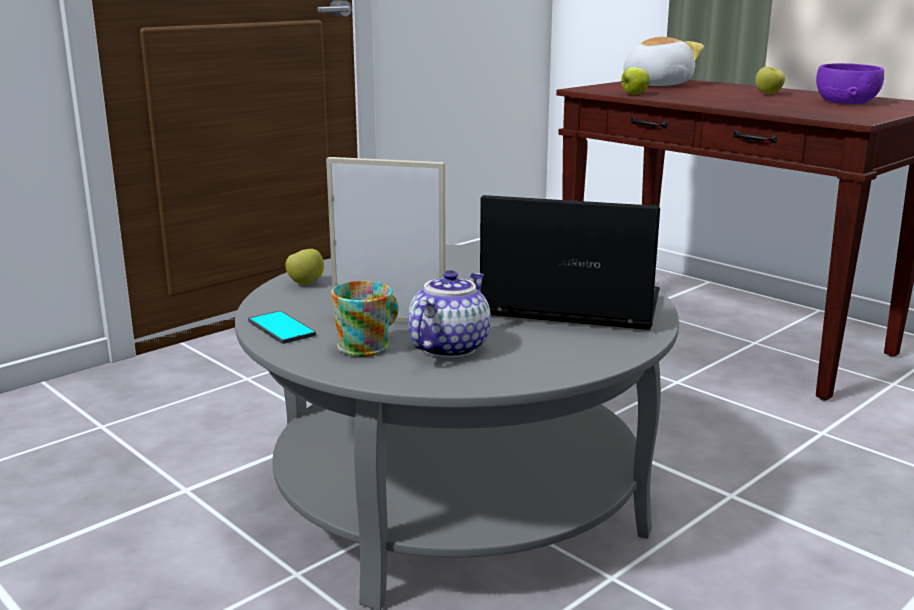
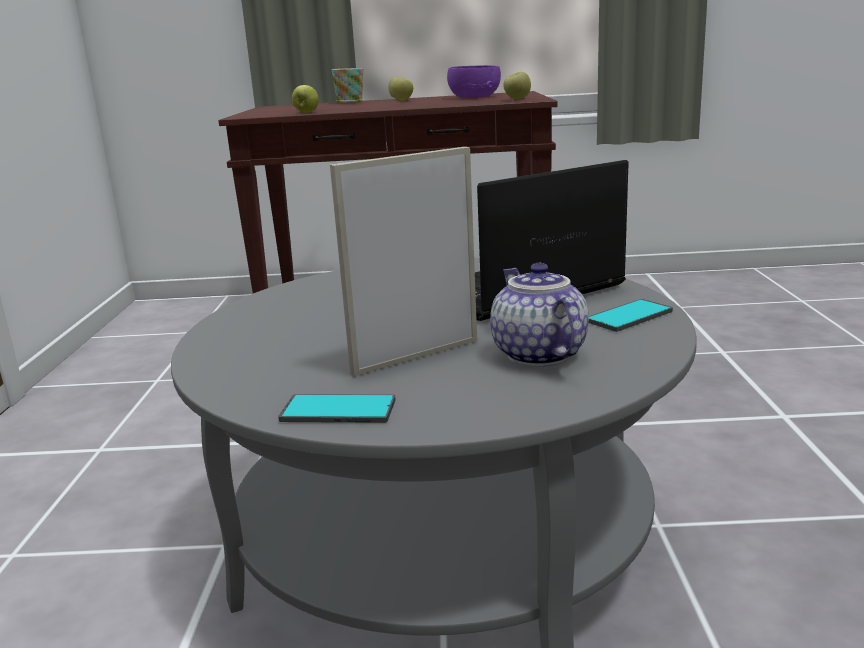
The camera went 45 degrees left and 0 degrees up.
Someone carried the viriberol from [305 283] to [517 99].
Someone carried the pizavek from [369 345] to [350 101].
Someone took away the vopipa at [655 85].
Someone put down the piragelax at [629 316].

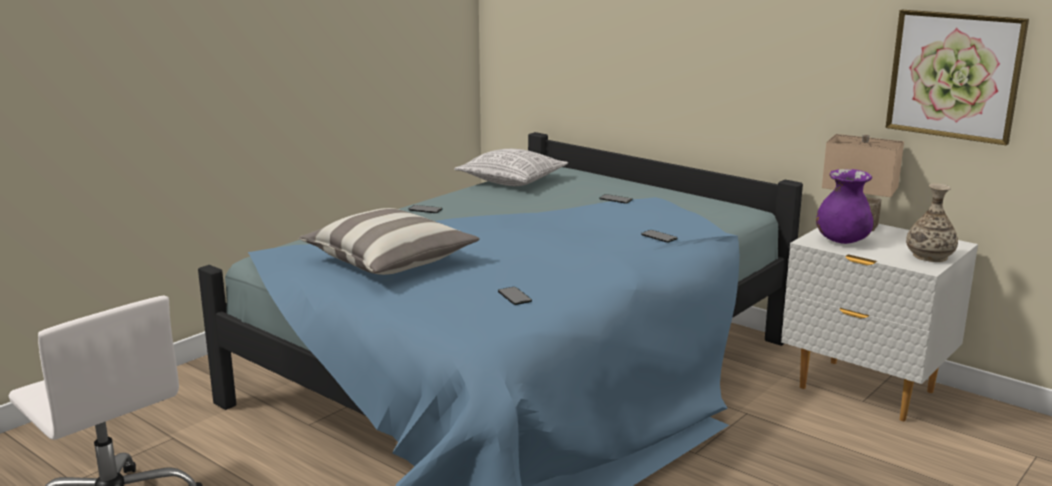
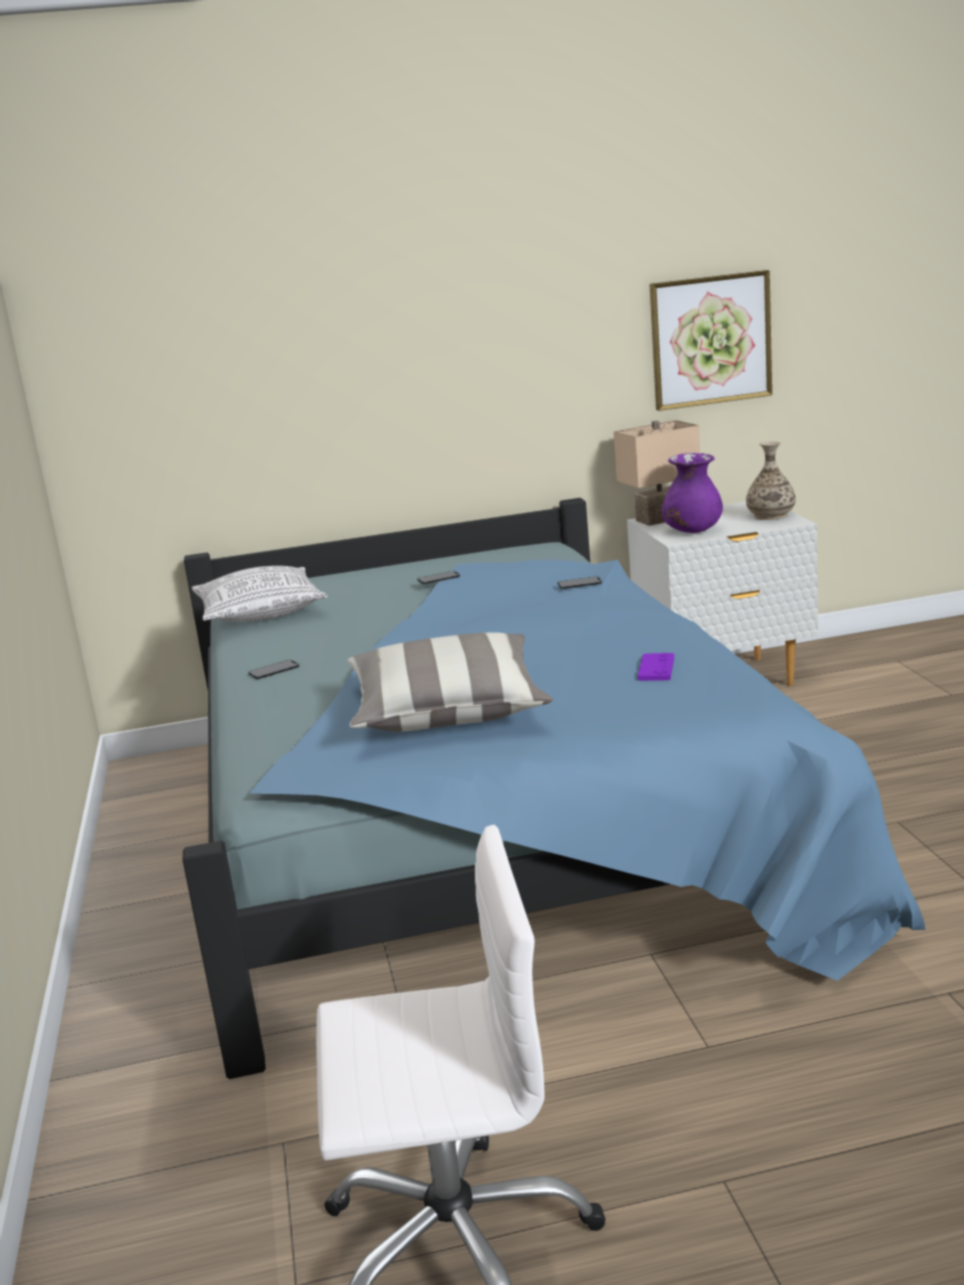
The camera went 50 degrees left and 0 degrees up.
Someone swapped the piragelax at [514 296] for the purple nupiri at [656 668].

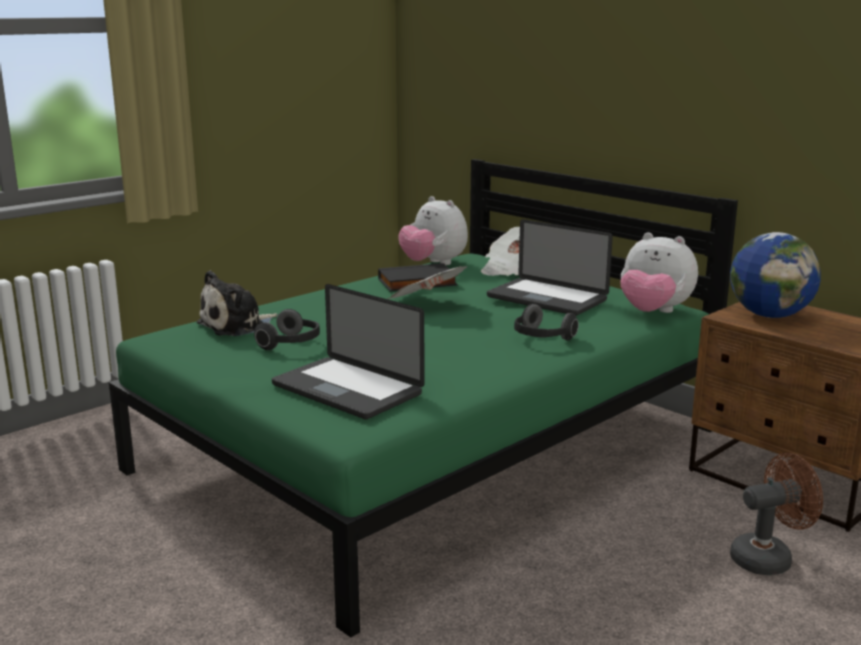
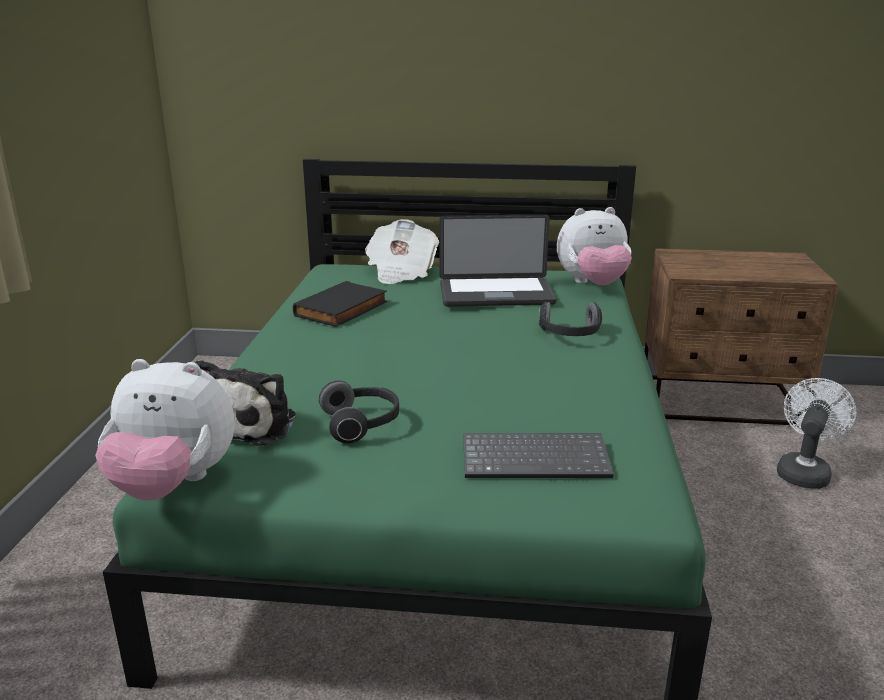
The camera went 40 degrees left and 5 degrees up.
Someone swapped the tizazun at [346 390] for the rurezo at [537 458].
Someone took away the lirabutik at [426 303].
Someone carried the vopipa from [433 264] to [174 485].
Someone took away the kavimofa at [769 315].
Someone repainted the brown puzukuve at [768 558], which became the white puzukuve at [804 471].

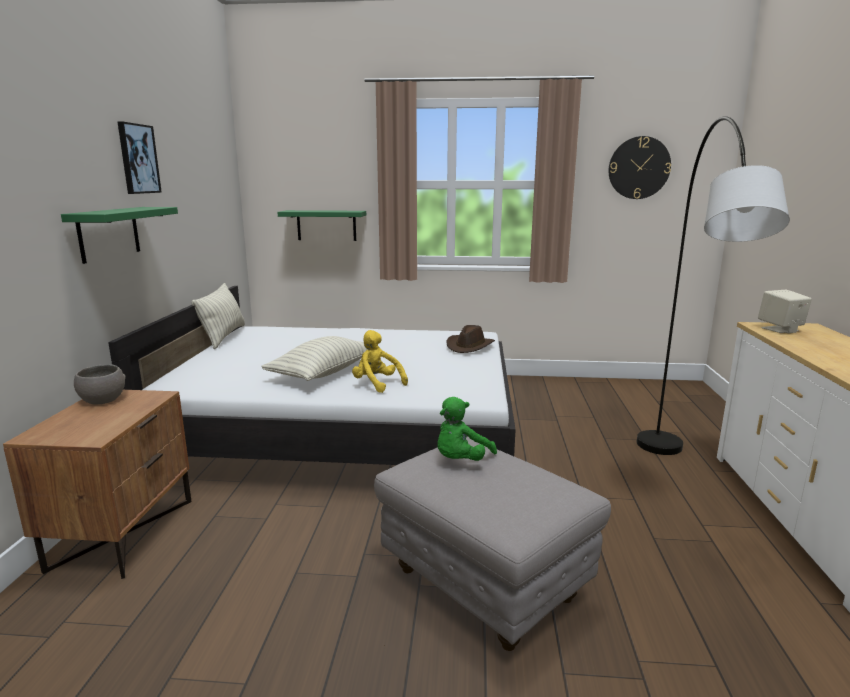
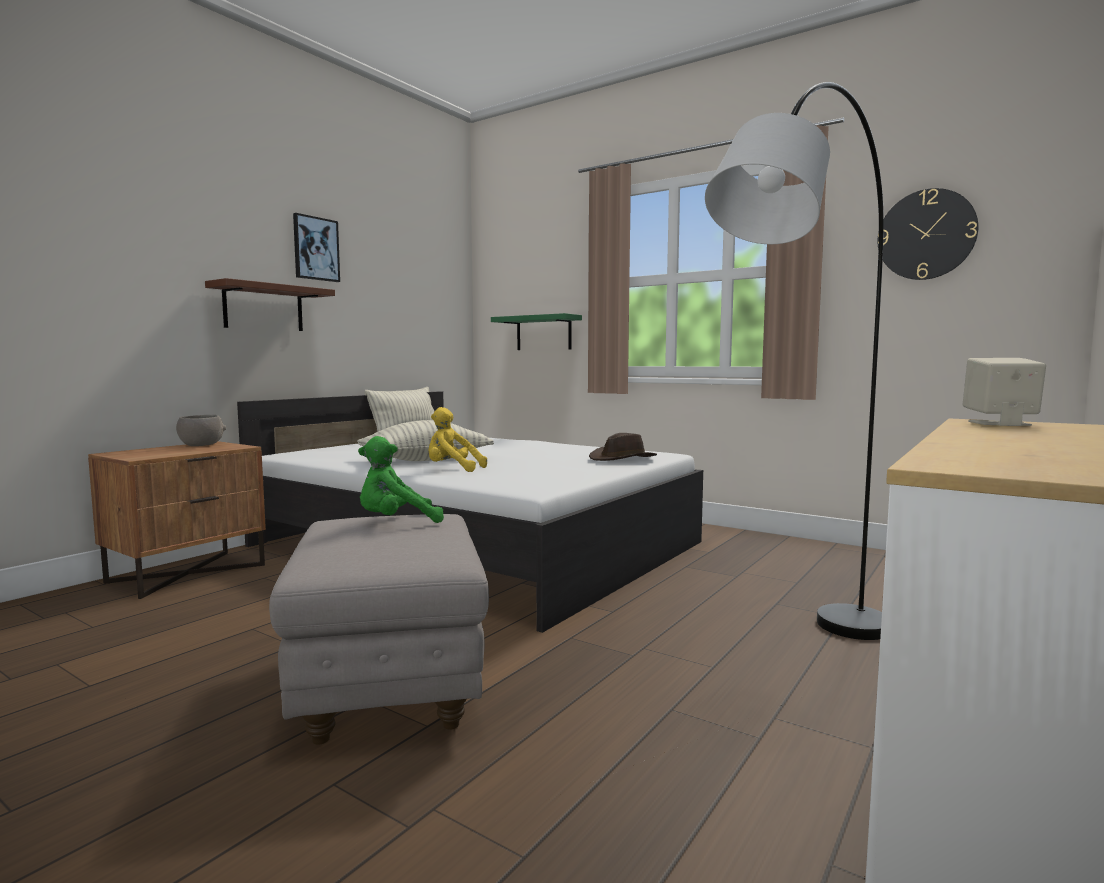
The camera went 30 degrees right and 10 degrees down.
Someone repainted the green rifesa at [109 233], which became the brown rifesa at [263 308].
Someone rotated the yellow vopipa at [377 384] by 60 degrees counterclockwise.

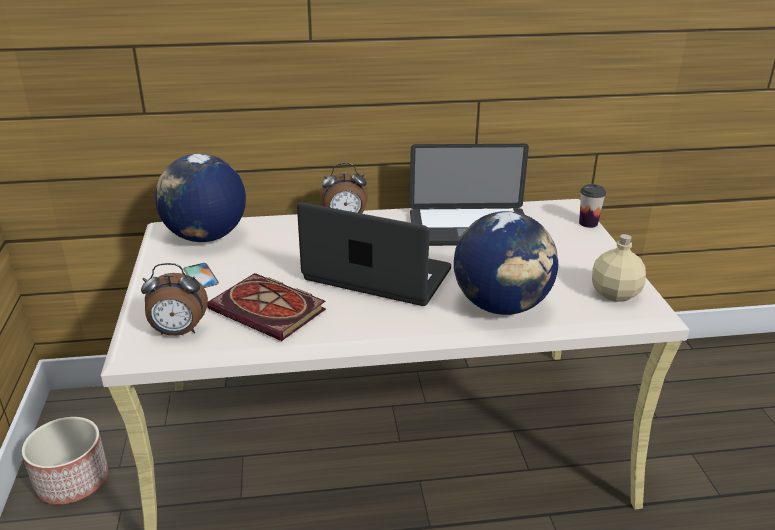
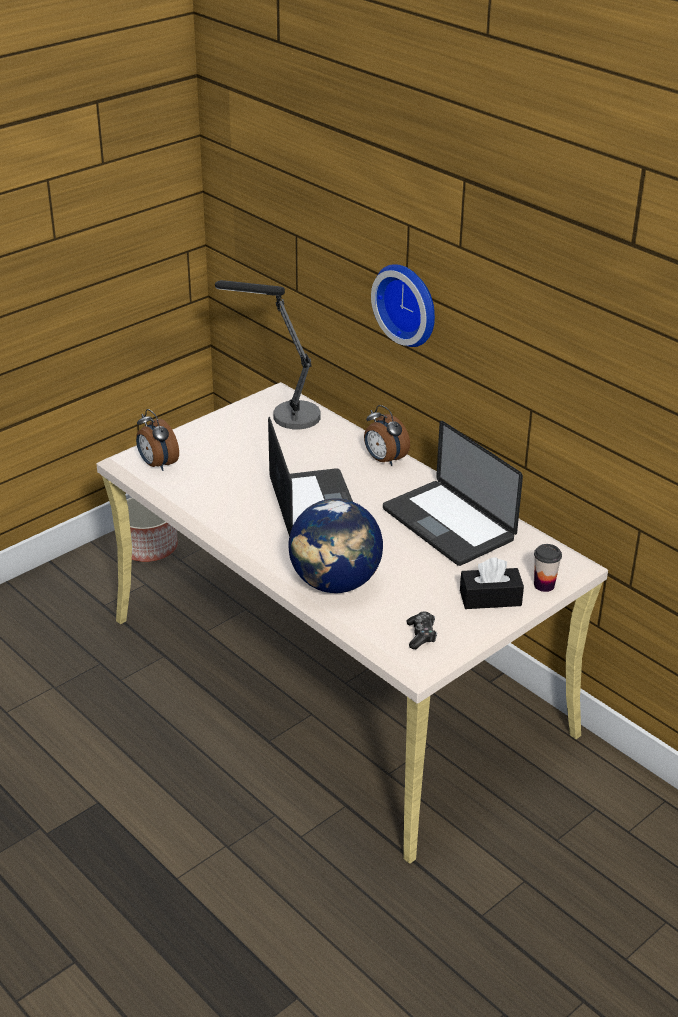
The camera went 55 degrees right and 5 degrees up.
Someone swapped the kavimofa at [205 237] for the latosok at [283 413].
Someone took away the piragelax at [201 276].
Someone took away the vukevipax at [271 310].
Someone swapped the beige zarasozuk at [615 294] for the nupiri at [421 635].
Someone put up the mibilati at [409 303].
Someone put down the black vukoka at [490 598].

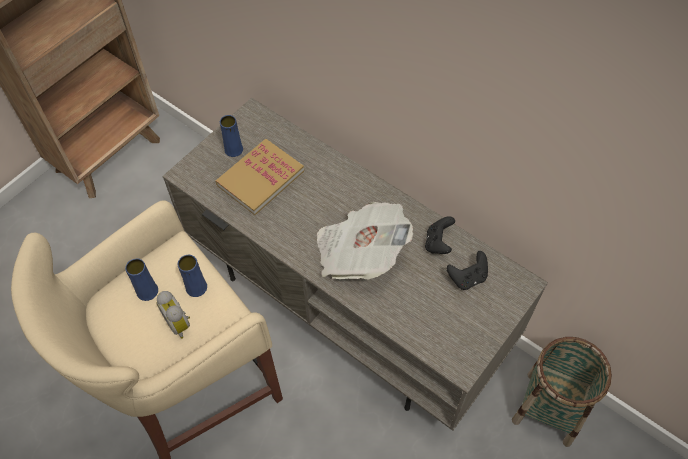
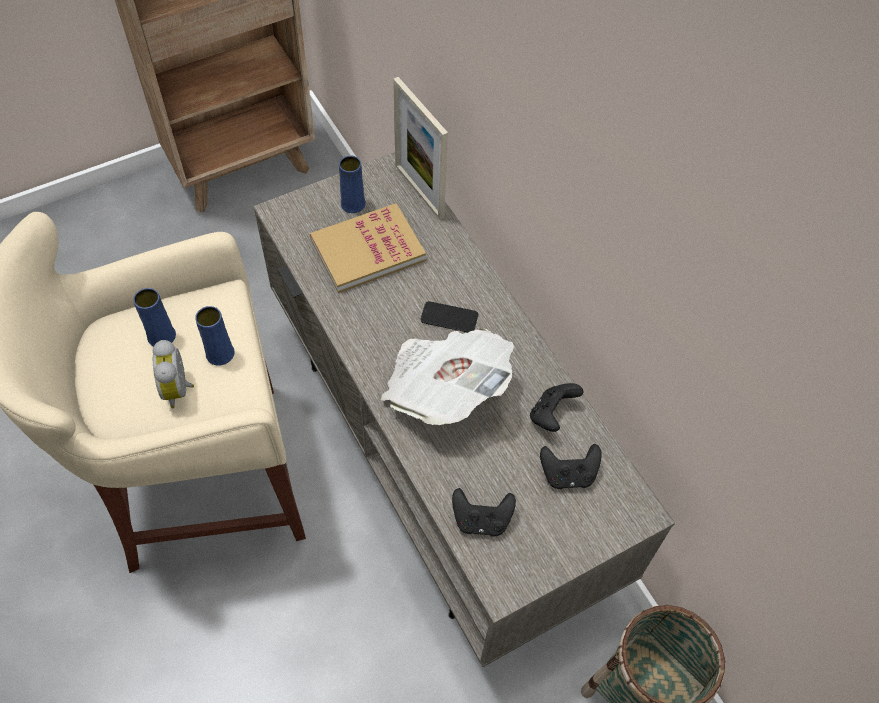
The camera went 20 degrees right and 0 degrees up.
Someone put down the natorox at [419 191].
Someone put down the piragelax at [449 318].
Someone put down the black nupiri at [481 520].

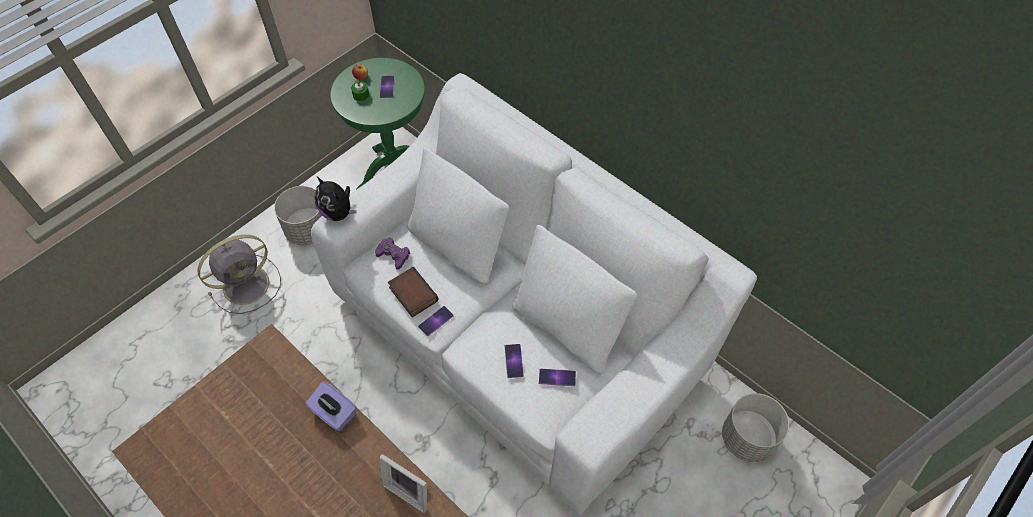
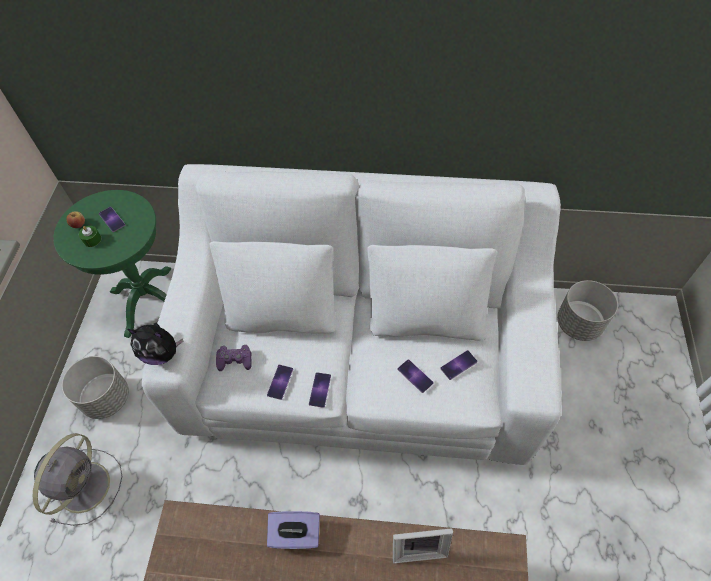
The camera went 35 degrees left and 0 degrees up.
Someone swapped the vukevipax at [411 294] for the piragelax at [280 382].

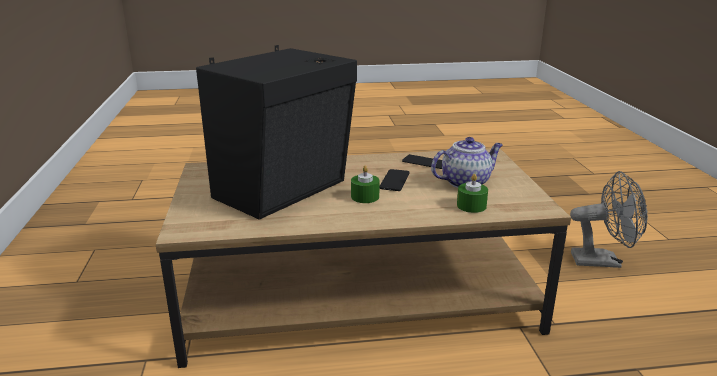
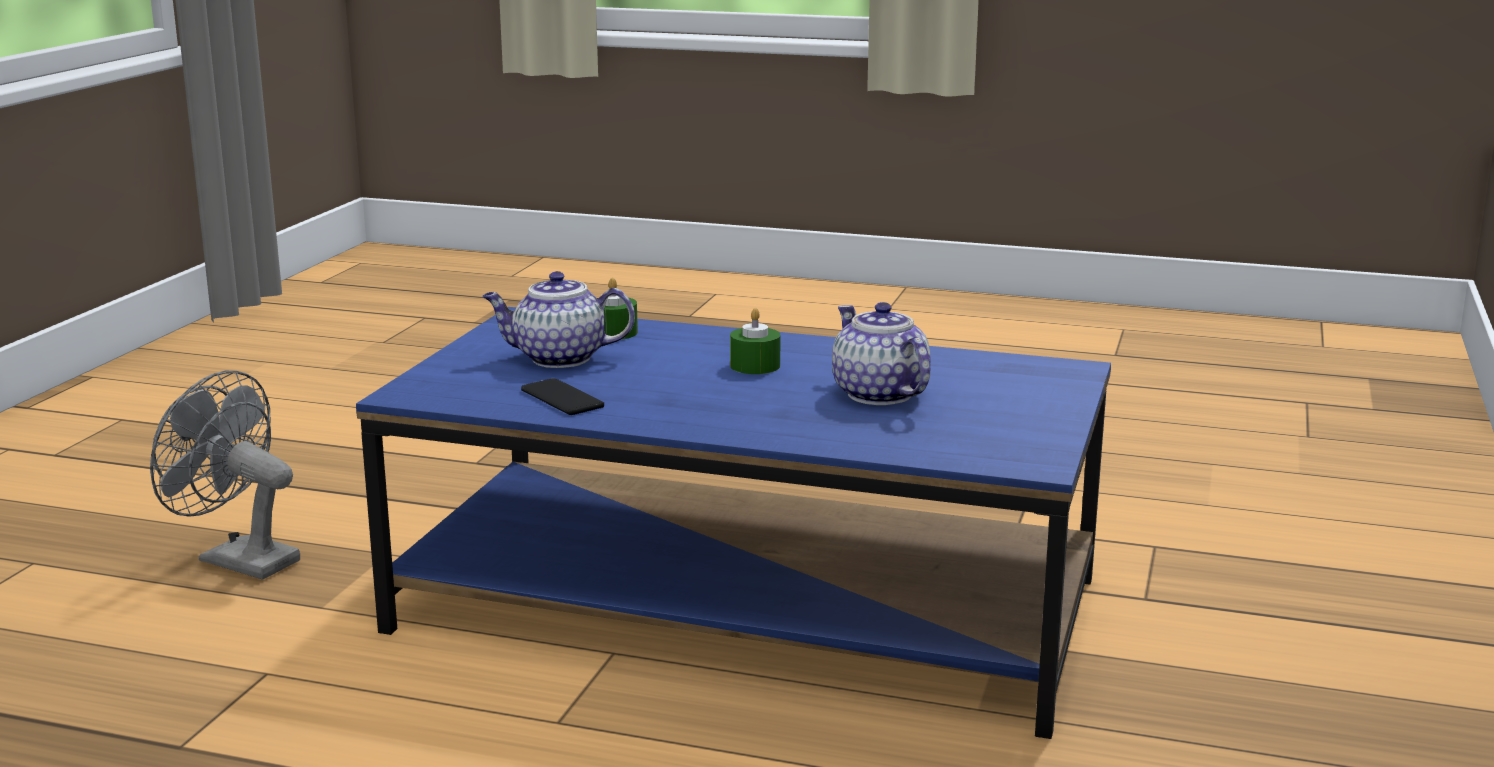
The camera went 155 degrees left and 5 degrees down.
Someone repainted the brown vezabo at [358 295], which became the blue vezabo at [746 606].
Someone swapped the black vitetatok at [286 190] for the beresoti at [879 395].
Someone took away the piragelax at [394 180].

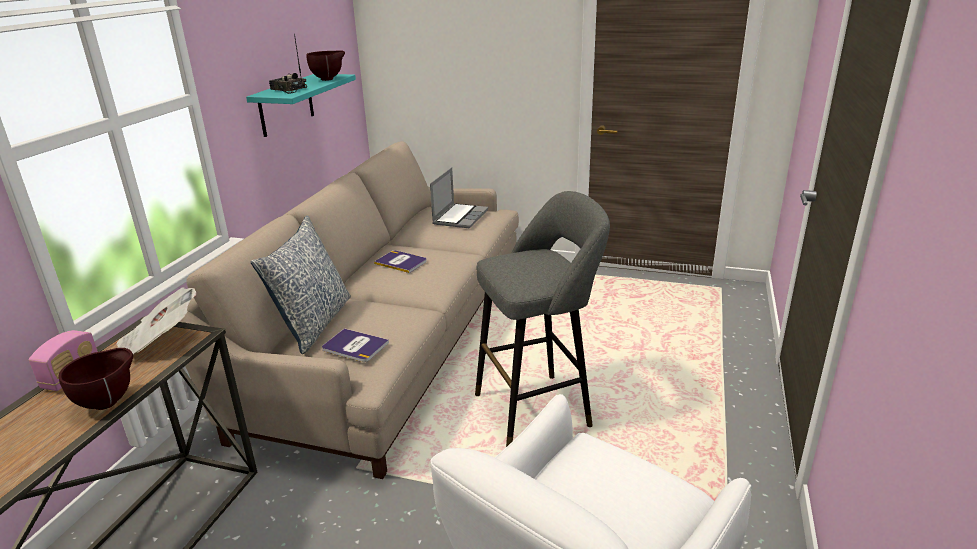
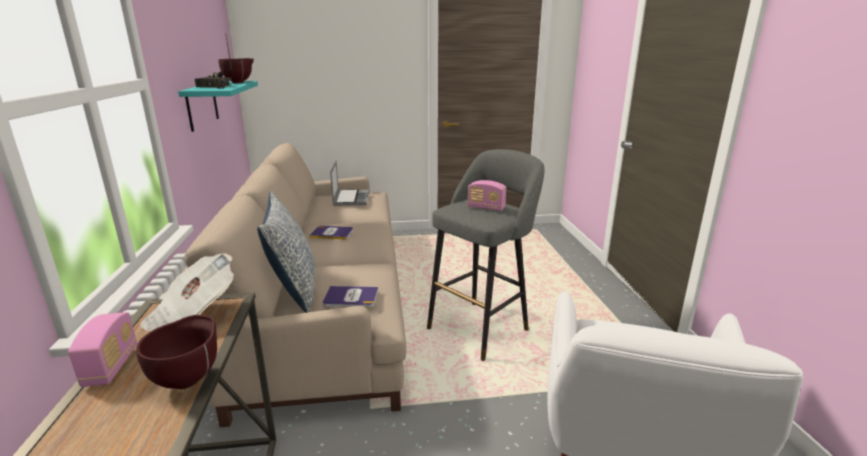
The camera went 25 degrees left and 5 degrees down.
Someone put down the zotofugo at [486 208].

